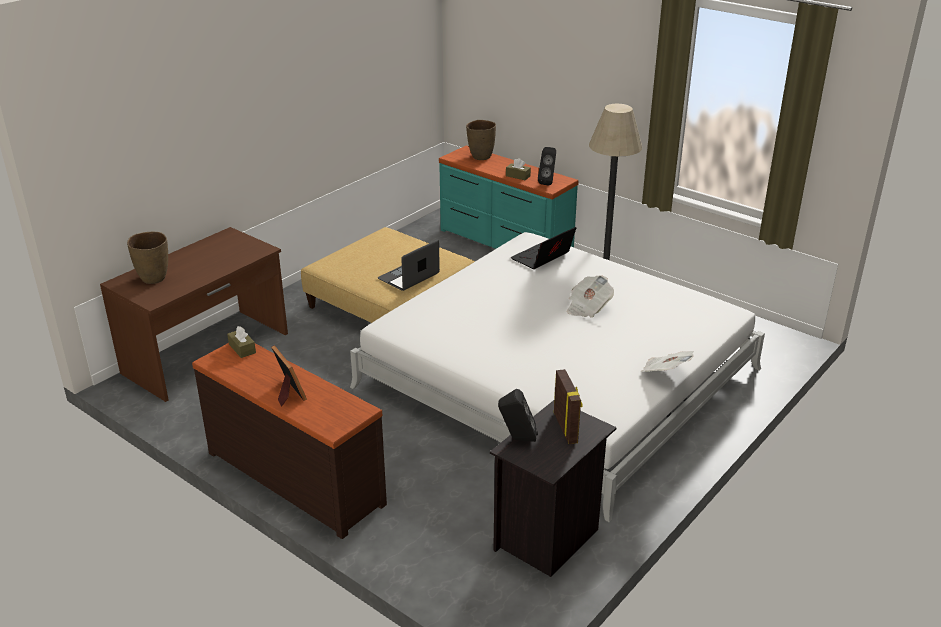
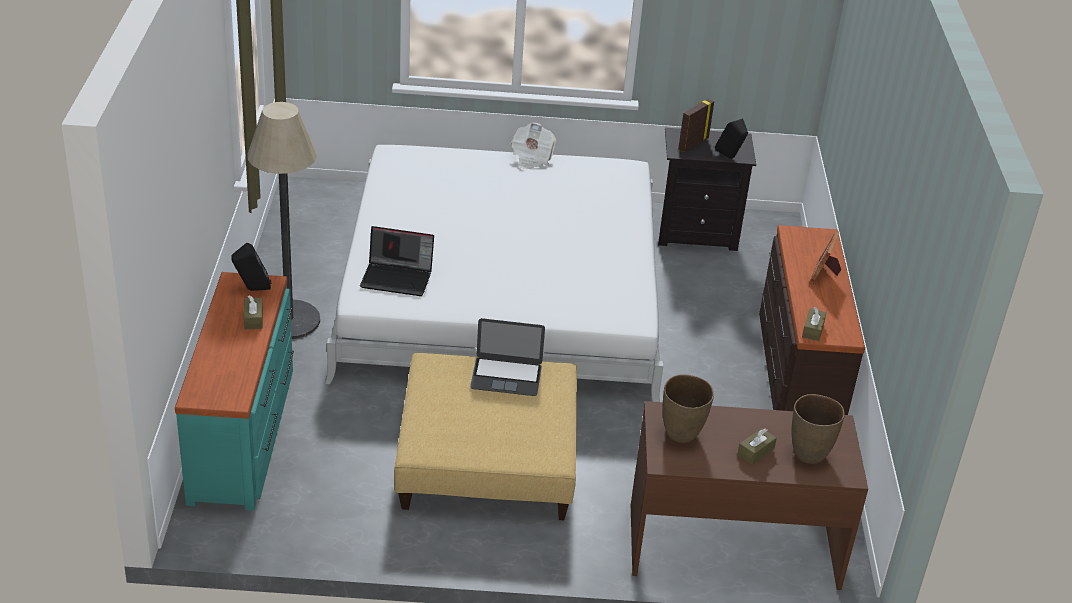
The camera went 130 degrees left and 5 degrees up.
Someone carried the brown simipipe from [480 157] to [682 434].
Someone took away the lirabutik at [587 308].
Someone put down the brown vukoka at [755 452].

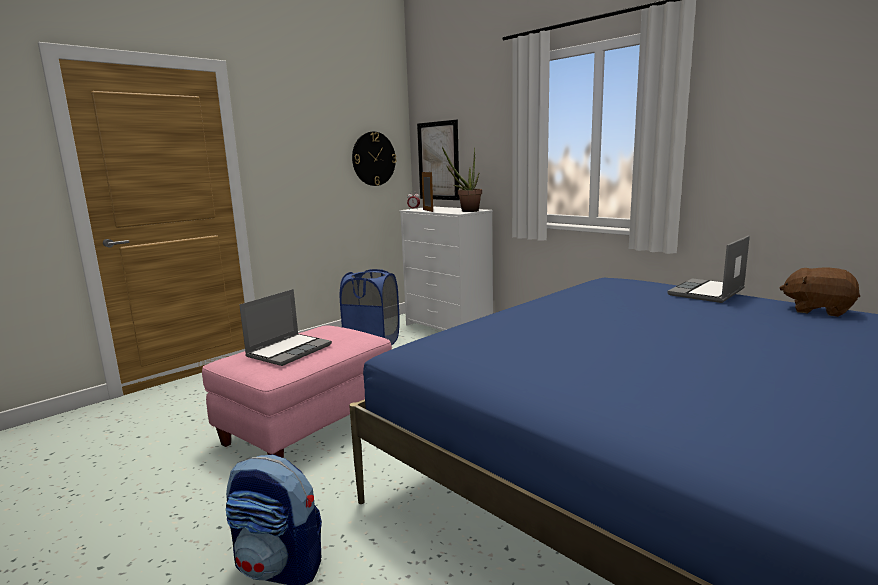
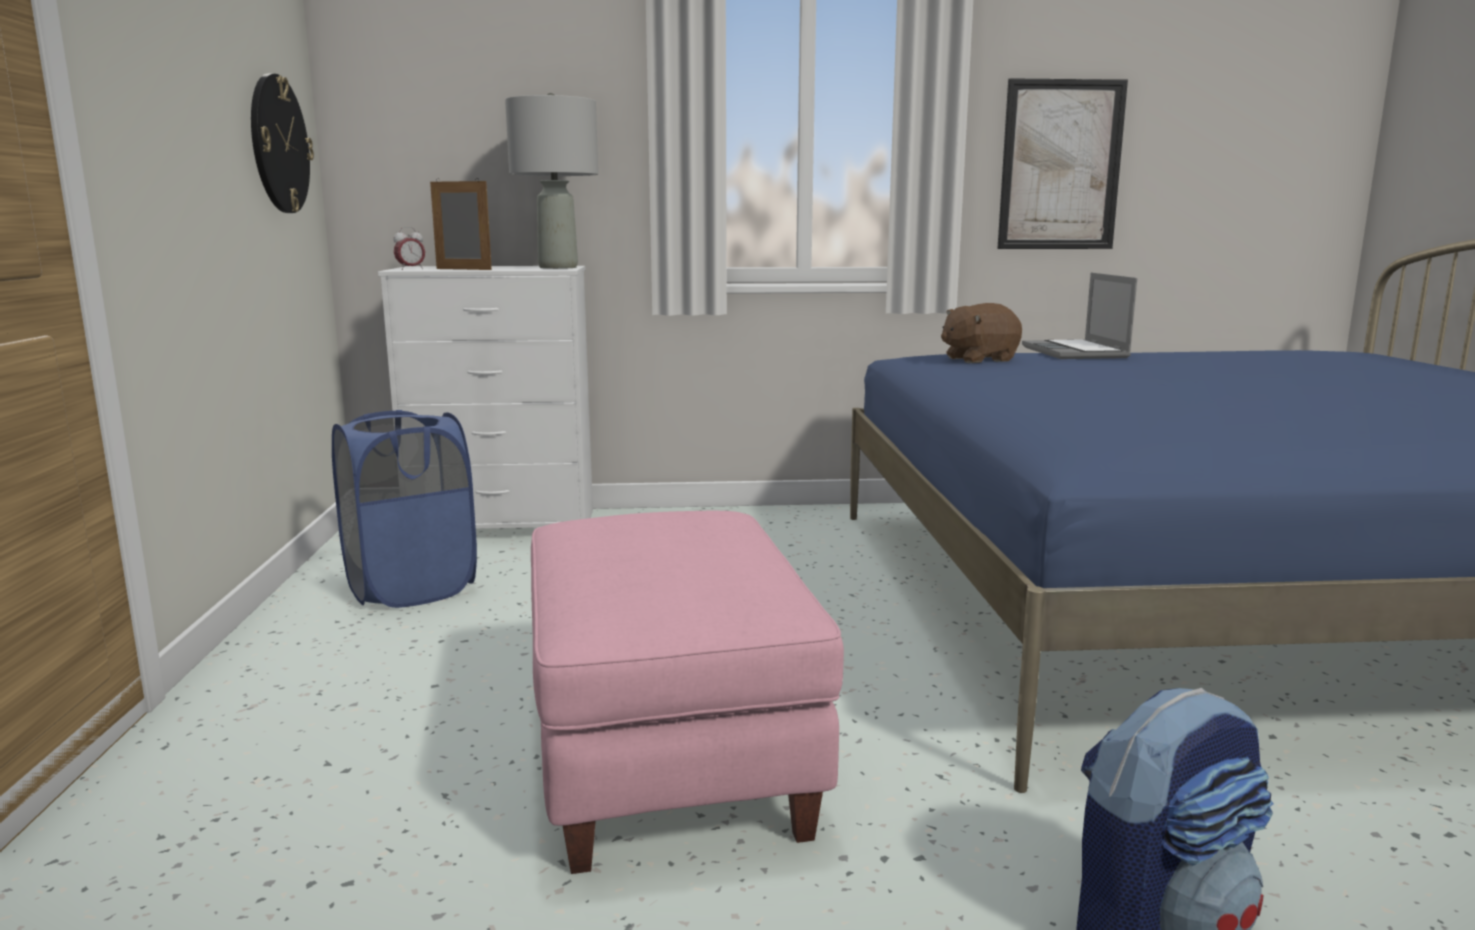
The camera went 50 degrees left and 0 degrees up.
Someone took away the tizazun at [289 350].
Someone carried the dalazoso from [438 161] to [1060 165].
Someone swapped the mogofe at [466 211] for the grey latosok at [557 267].
Someone carried the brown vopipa from [817 310] to [978 359].

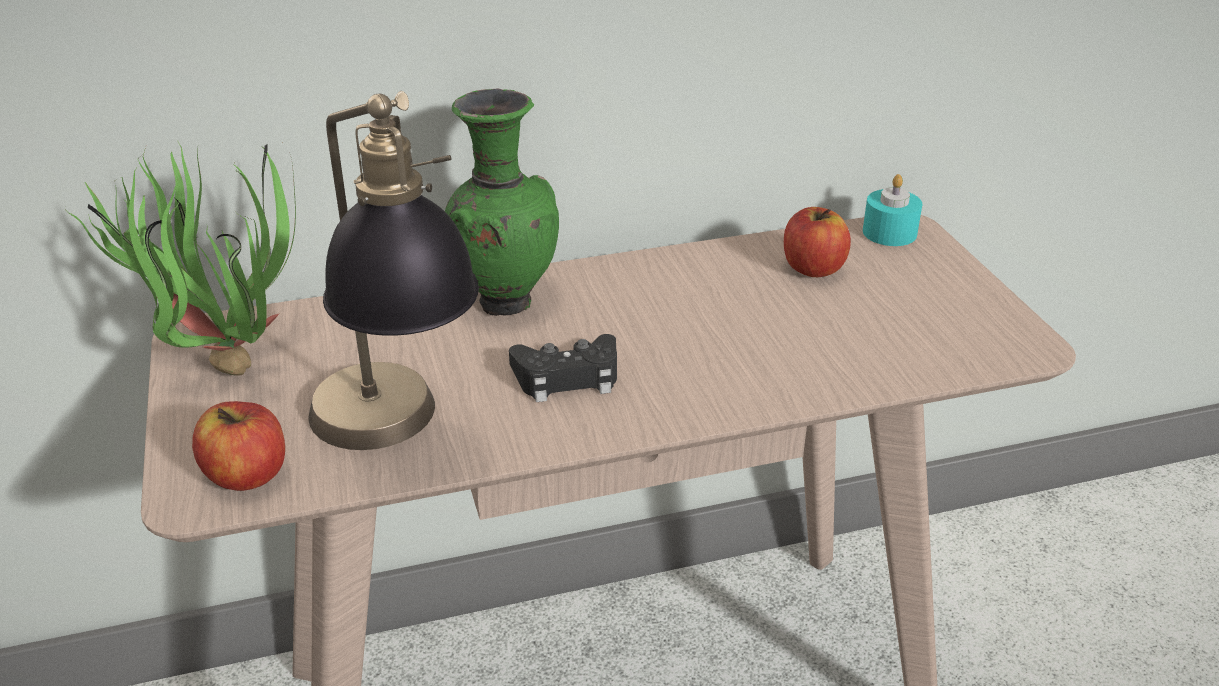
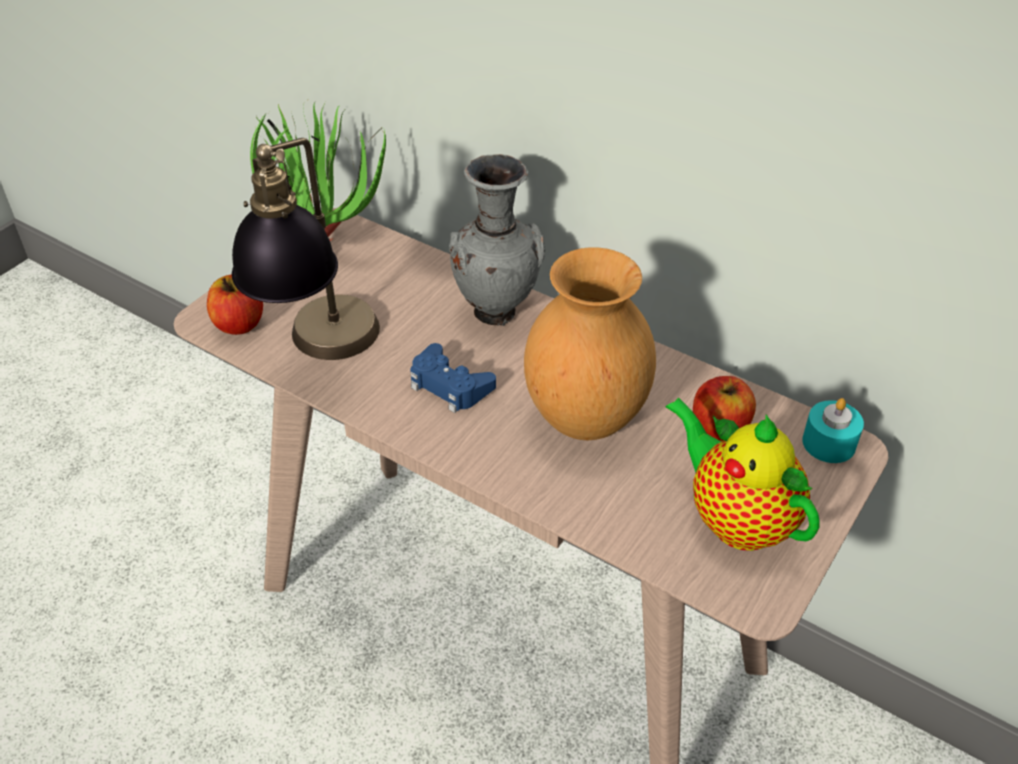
The camera went 50 degrees right and 10 degrees up.
Someone repainted the green simipipe at [504 302], which became the grey simipipe at [497 312].
Someone repainted the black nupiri at [567 377], which became the blue nupiri at [449 385].
Someone put down the brown simipipe at [584 418].
Someone put down the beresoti at [735 519].

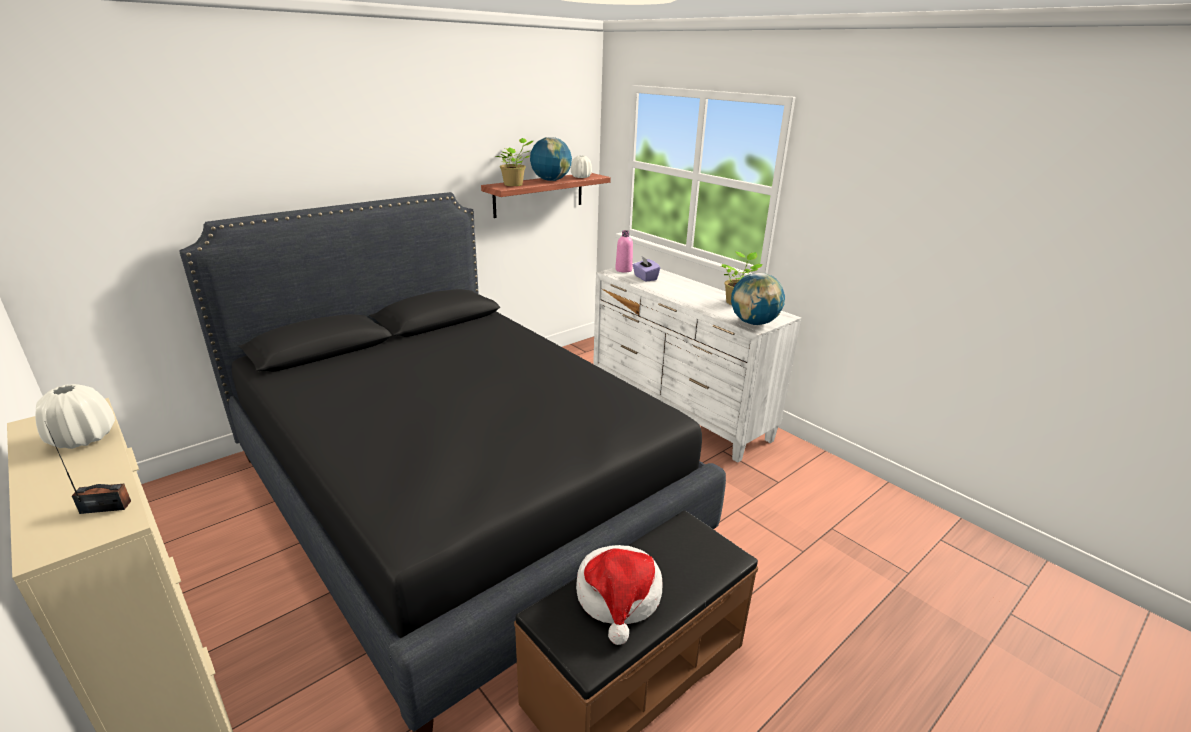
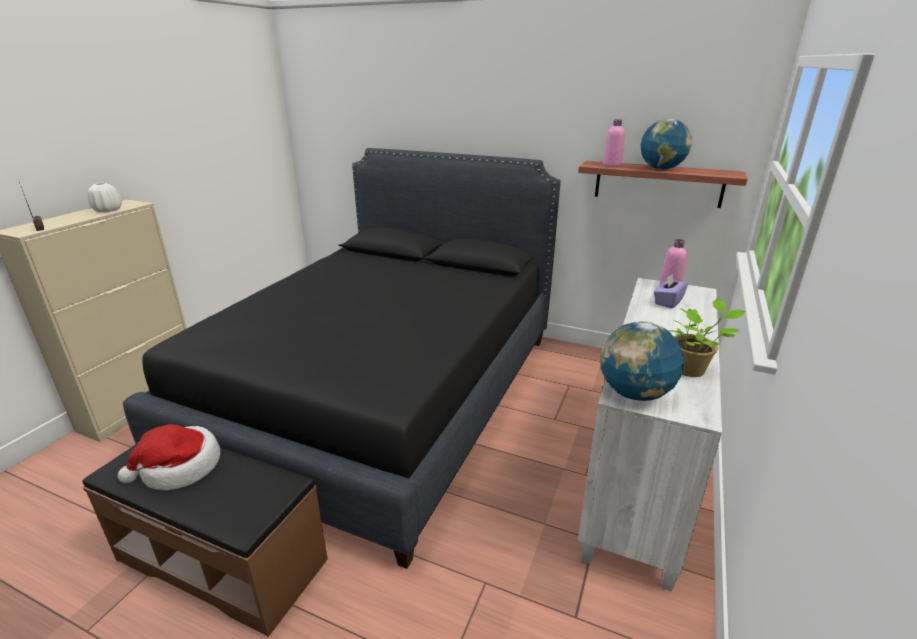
The camera went 65 degrees right and 0 degrees up.
Someone swapped the mogofe at [515 184] for the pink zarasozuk at [612 165].
Someone took away the white simipipe at [581 177].

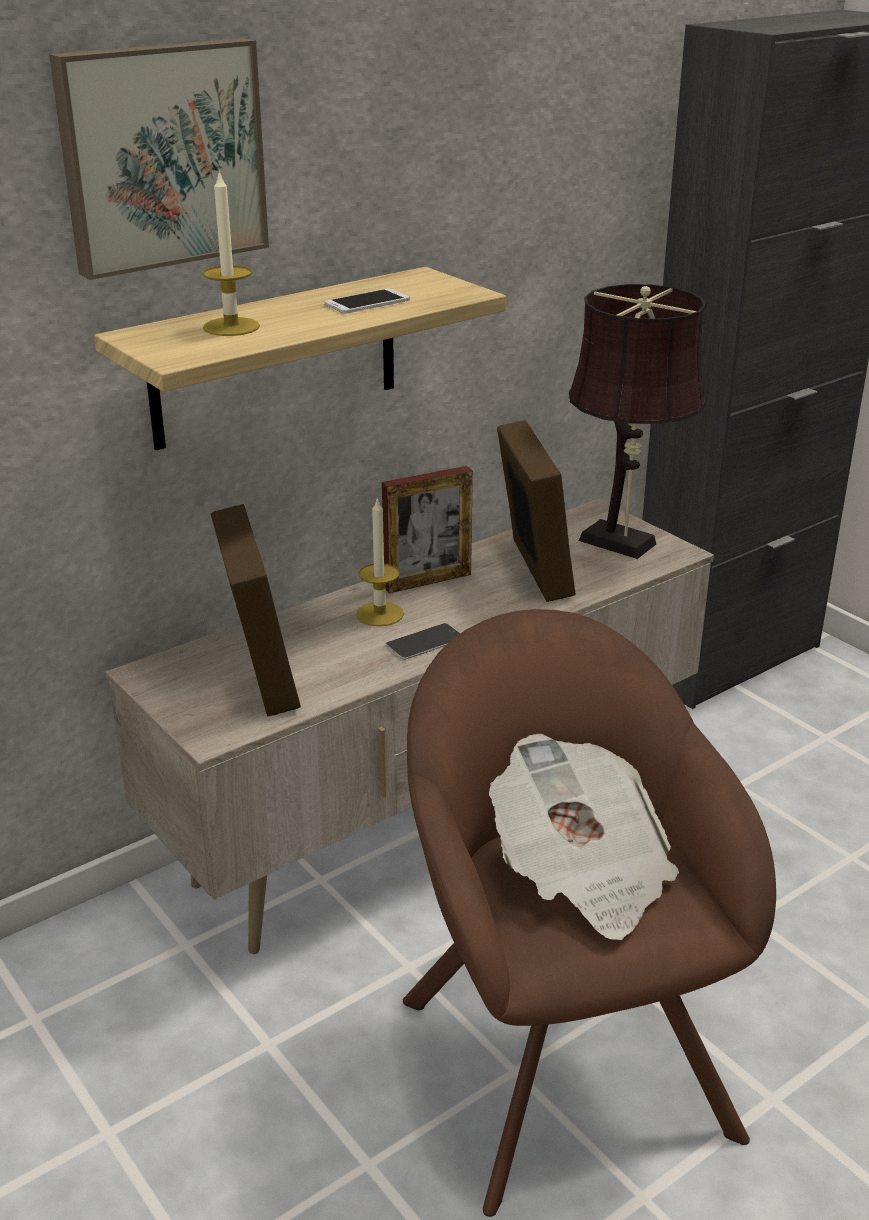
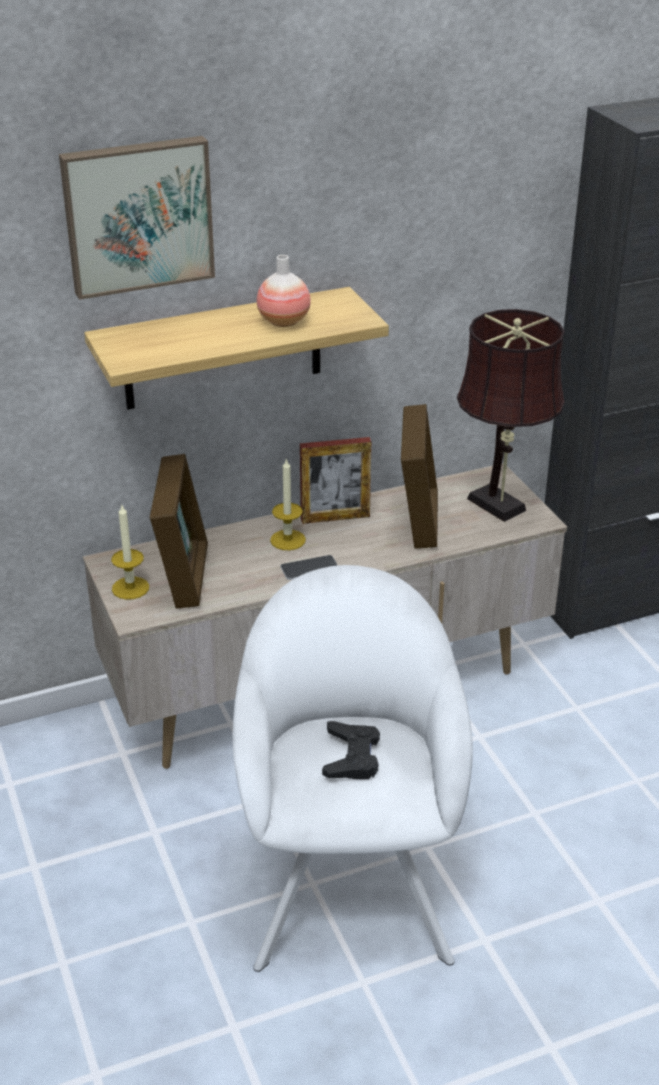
The camera went 15 degrees right and 5 degrees up.
Someone carried the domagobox from [231 327] to [130 588].
Someone swapped the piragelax at [367 302] for the simipipe at [284 321].
Someone repainted the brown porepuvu at [559 1050], which became the white porepuvu at [349 876].
Someone swapped the lirabutik at [581 873] for the black nupiri at [351 757].

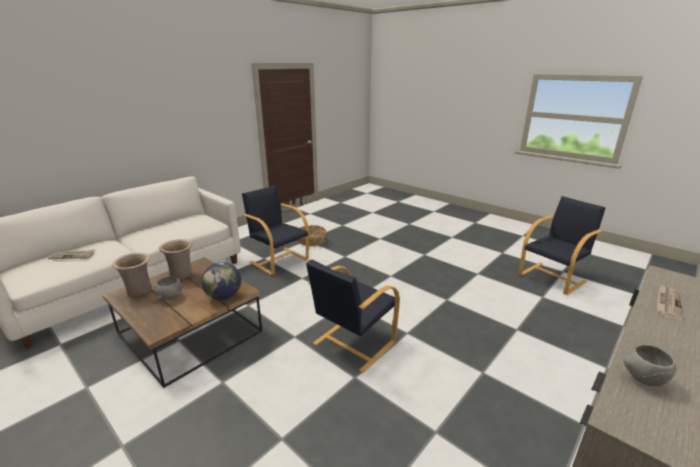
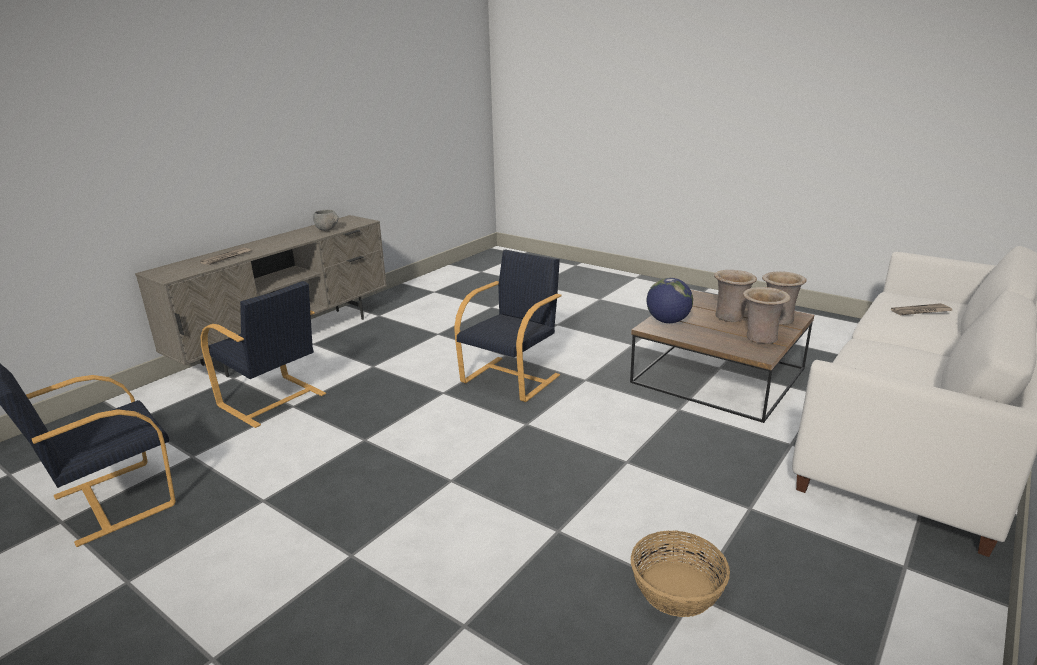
The camera went 175 degrees right and 0 degrees up.
Someone swapped the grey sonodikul at [170 297] for the beige simipipe at [730 317].
Someone carried the black porepuvu from [279 260] to [273 400].

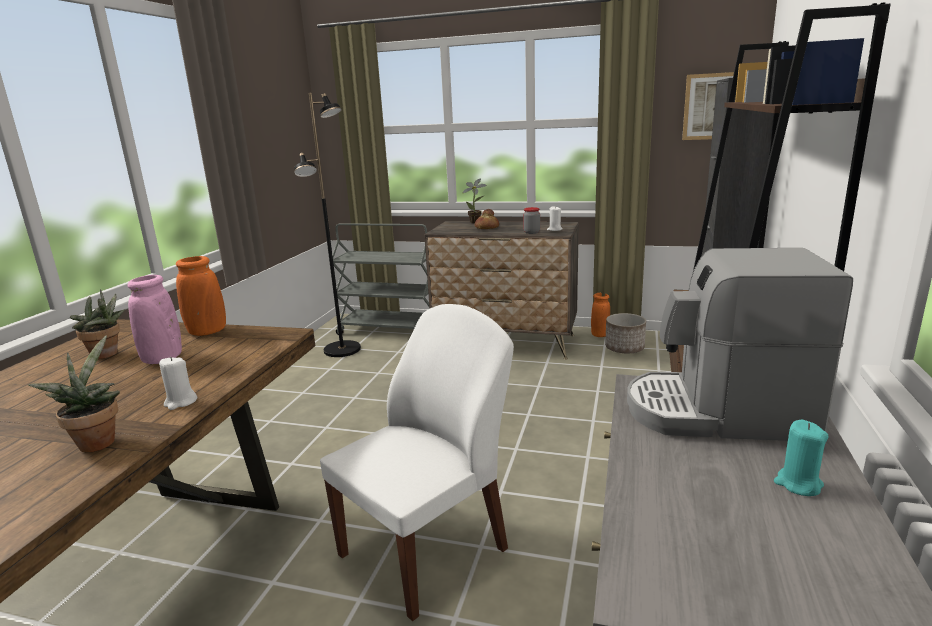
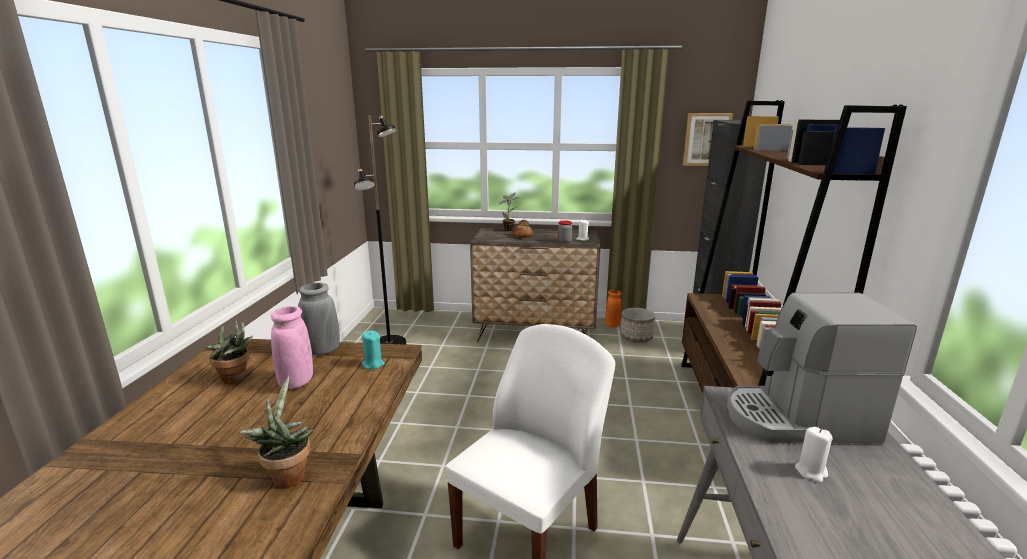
The camera went 10 degrees left and 0 degrees up.
Someone carried the white domagobox from [180 402] to [811 471].
Someone repainted the orange simipipe at [207 332], which became the grey simipipe at [322 351].
Someone took away the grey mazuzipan at [390 330].
Someone carried the turquoise domagobox from [798 484] to [373 364].

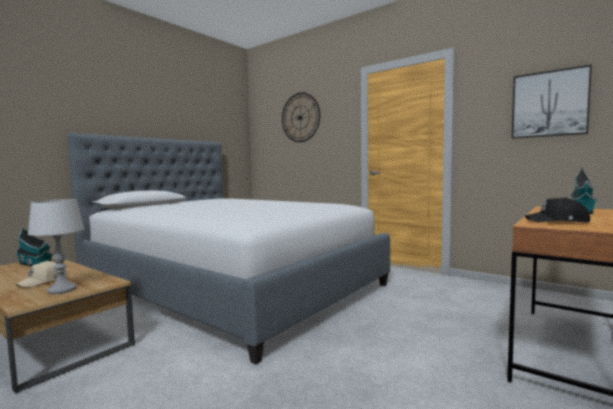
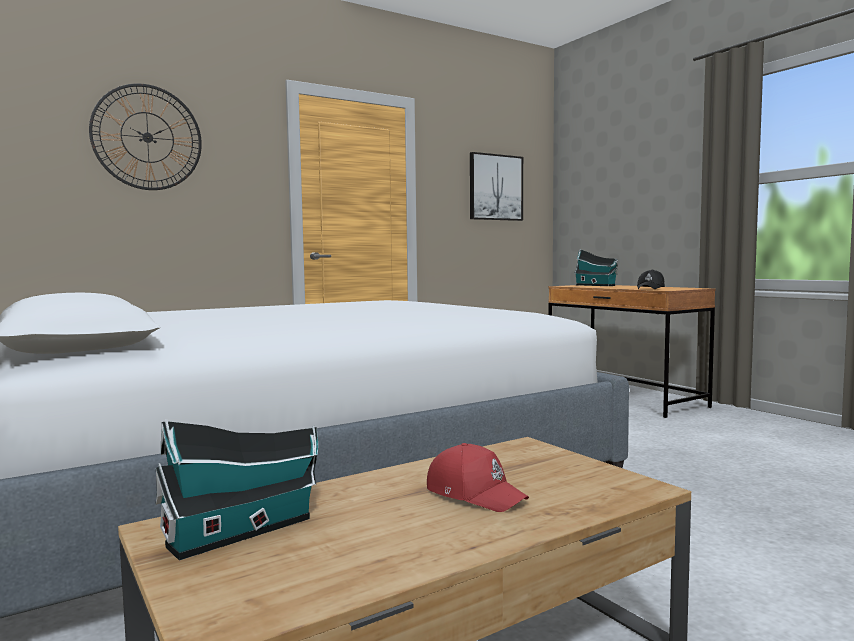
The camera went 70 degrees left and 0 degrees up.
Someone repainted the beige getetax at [44 281], which became the red getetax at [475 494].
Someone took away the grey latosok at [62 290].

